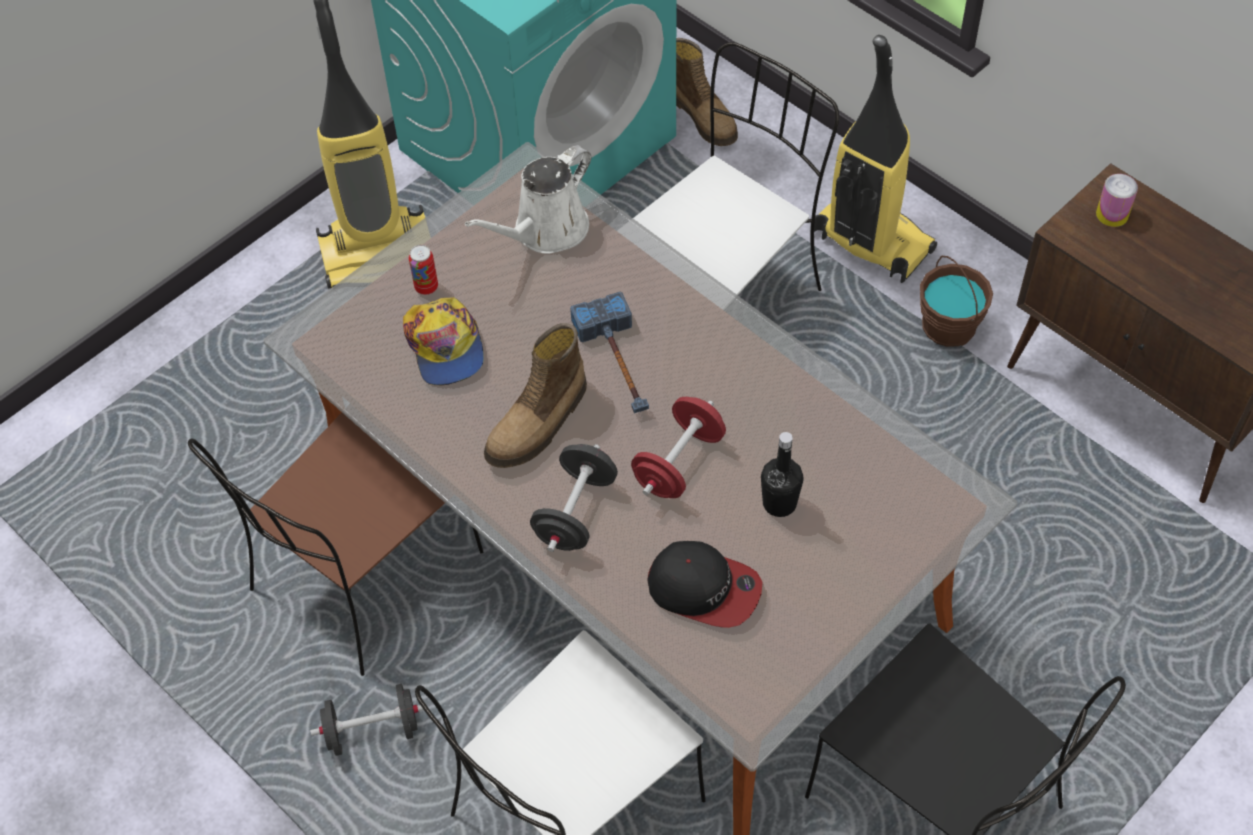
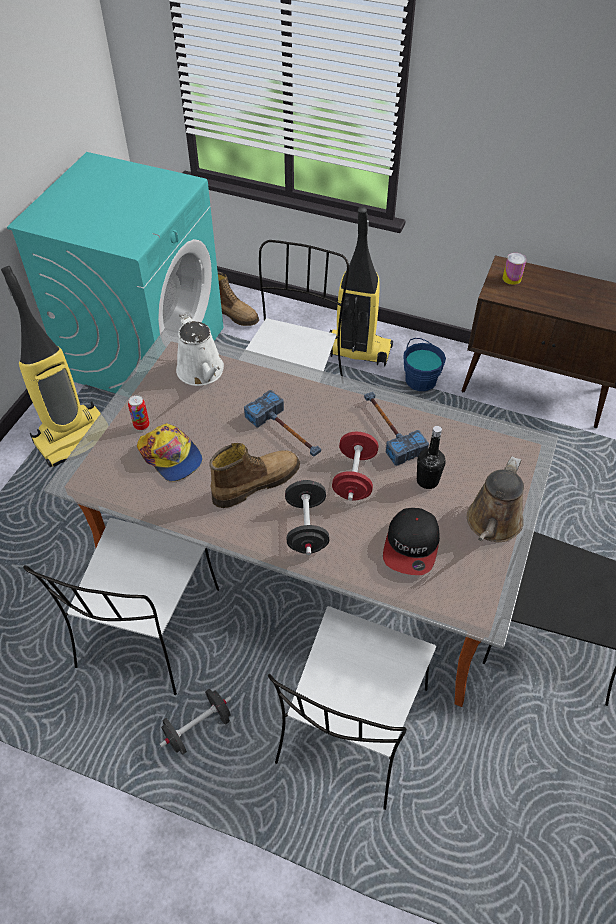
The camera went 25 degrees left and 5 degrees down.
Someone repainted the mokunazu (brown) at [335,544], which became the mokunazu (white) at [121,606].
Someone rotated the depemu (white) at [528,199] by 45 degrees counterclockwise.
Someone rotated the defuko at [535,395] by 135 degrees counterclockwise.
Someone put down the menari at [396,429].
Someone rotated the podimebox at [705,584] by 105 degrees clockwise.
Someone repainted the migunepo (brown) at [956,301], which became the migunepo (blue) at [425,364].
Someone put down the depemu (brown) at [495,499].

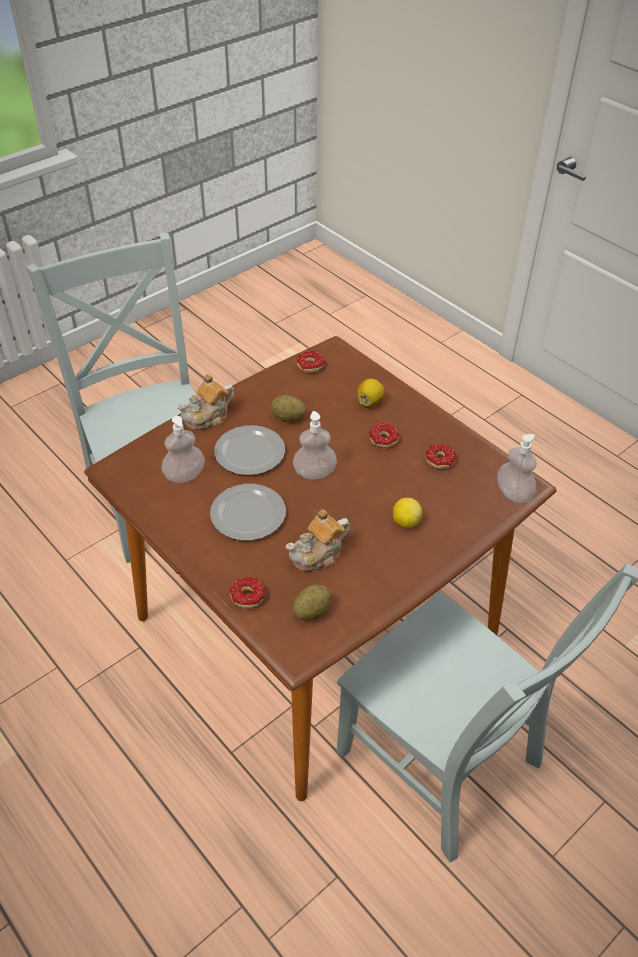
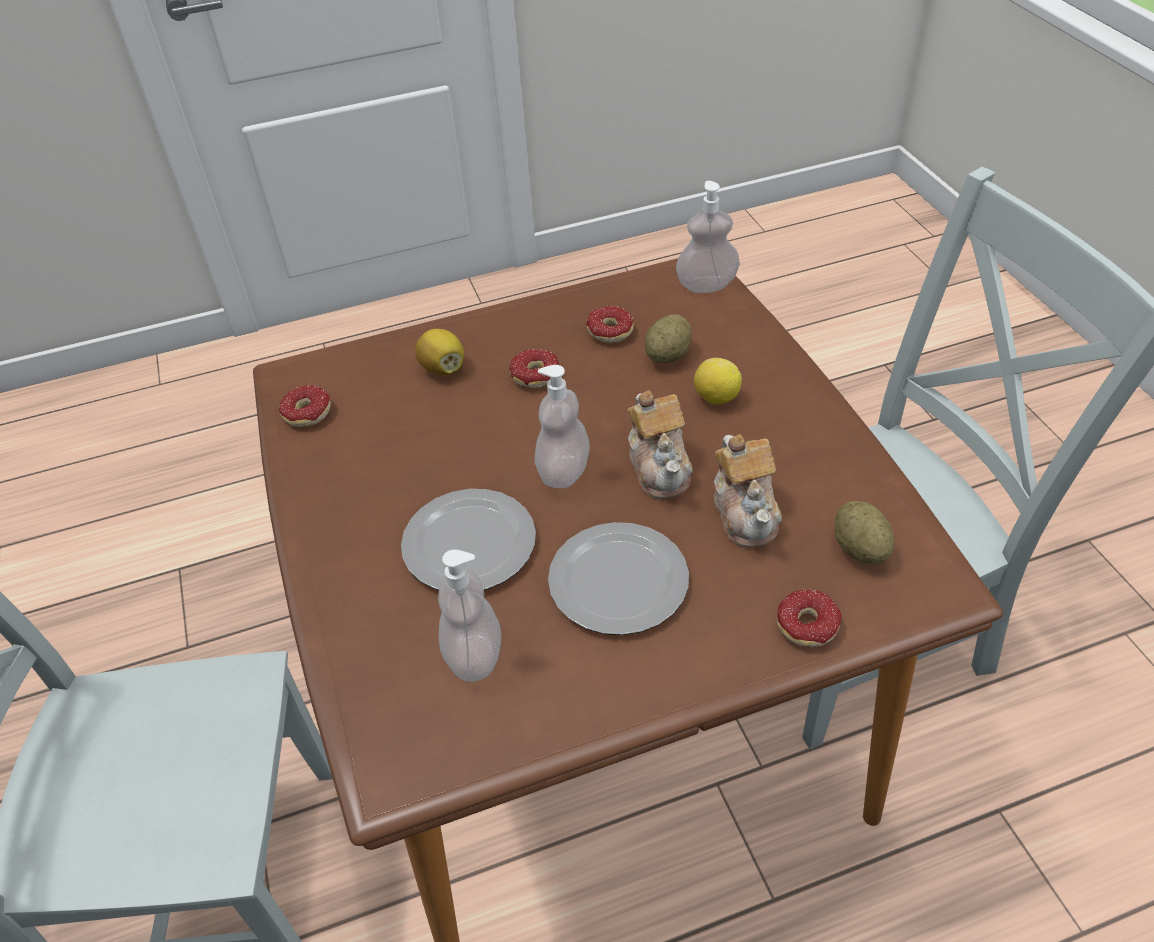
The camera went 65 degrees left and 0 degrees up.
Someone carried the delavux from [205,402] to [660,444].
Someone carried the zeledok from [288,408] to [668,338].

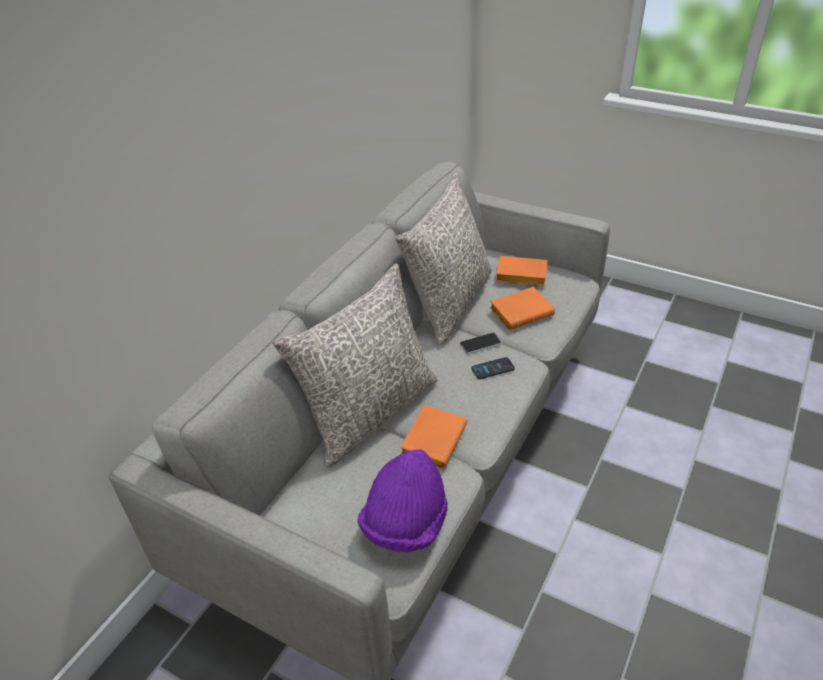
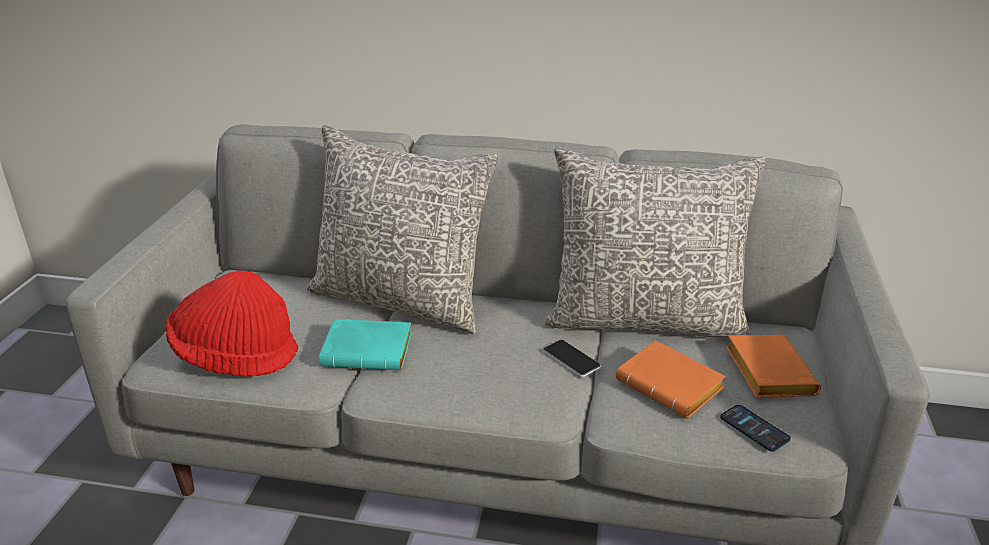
The camera went 70 degrees right and 10 degrees down.
Someone repainted the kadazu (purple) at [402,500], which became the kadazu (red) at [232,323].
Someone repainted the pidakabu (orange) at [433,437], which became the pidakabu (turquoise) at [365,344].
Someone carried the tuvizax from [493,368] to [755,428].

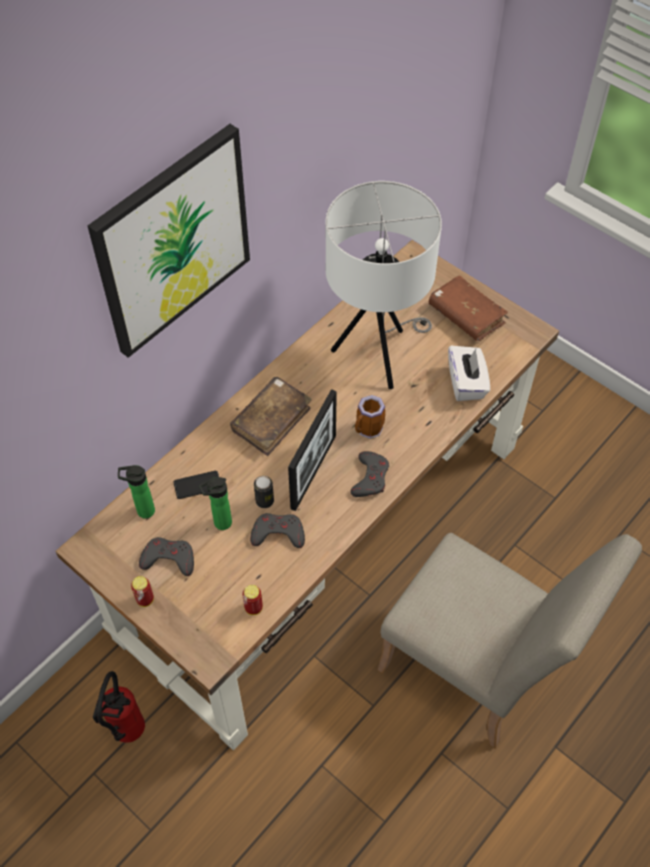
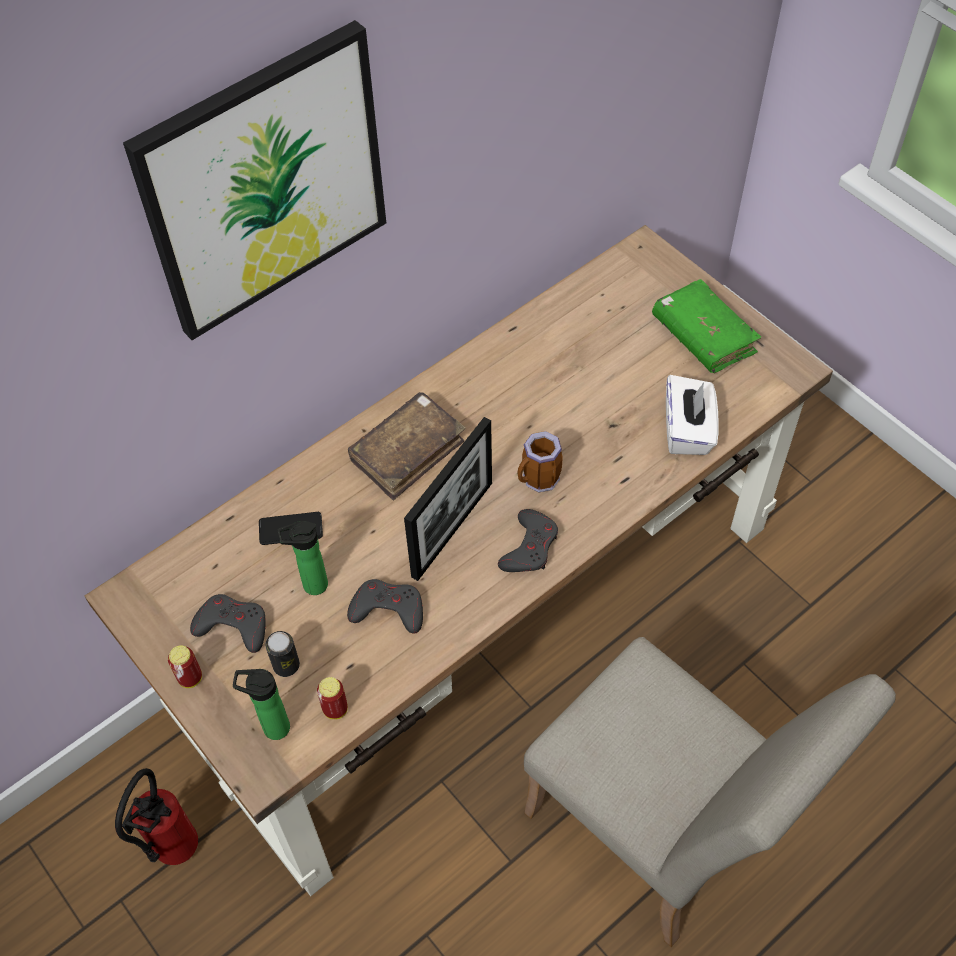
The camera went 10 degrees right and 0 degrees up.
Someone carried the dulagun from [136,492] to [261,704].
Someone carried the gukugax from [264,492] to [282,654].
Someone repainted the pidakabu (brown) at [468,308], which became the pidakabu (green) at [706,326].
Someone took away the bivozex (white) at [384,285].

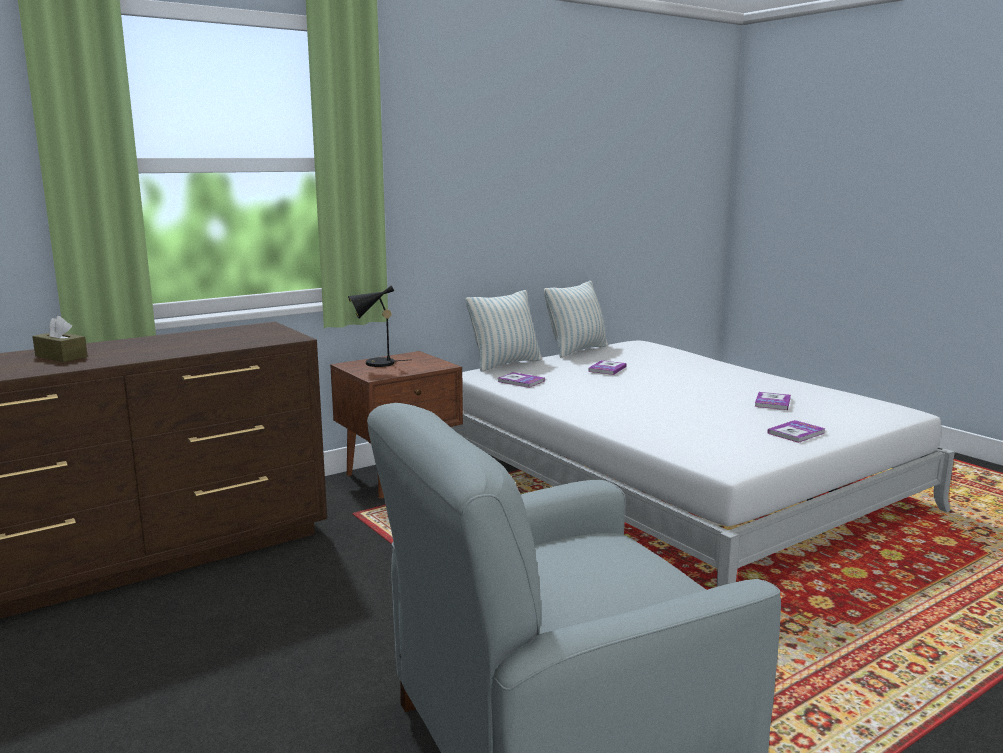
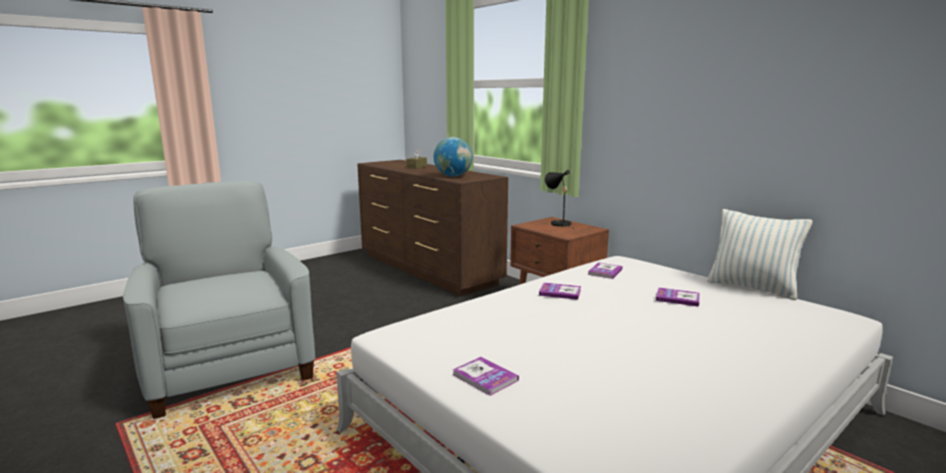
The camera went 85 degrees right and 0 degrees up.
Someone put down the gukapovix at [453,157].
Someone carried the pidakabu from [773,401] to [560,291].
Someone took away the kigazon at [504,331].

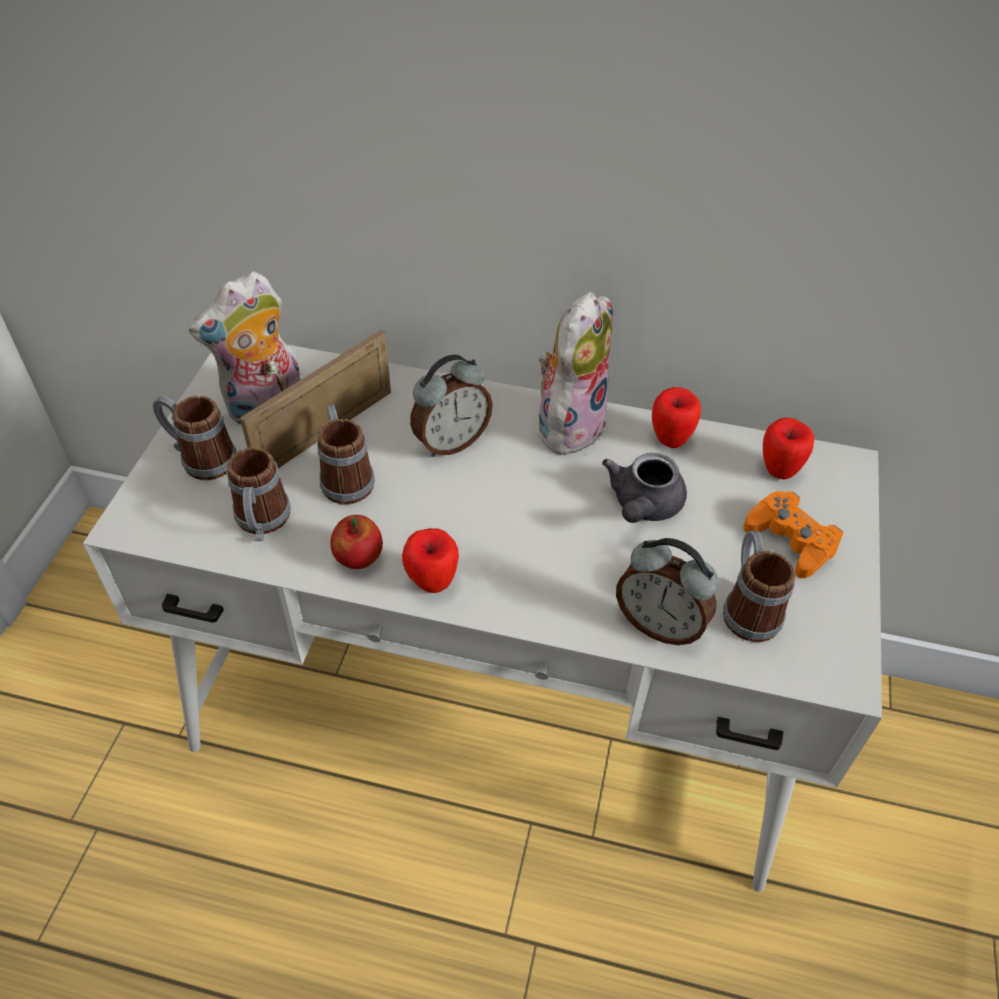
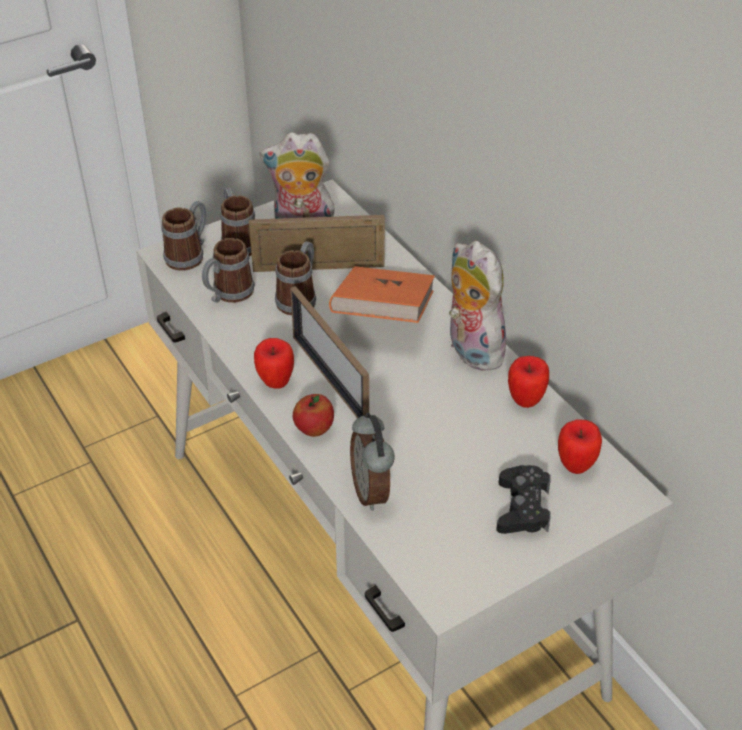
The camera went 45 degrees right and 5 degrees down.
Someone carried the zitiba from [759,586] to [184,236].
Someone put down the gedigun at [329,352].
Someone carried the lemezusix from [356,542] to [313,415].
Someone swapped the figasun at [451,405] for the pidakabu (orange) at [382,294].
Someone rotated the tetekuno at [576,376] by 105 degrees counterclockwise.
Someone repainted the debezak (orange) at [793,534], which became the debezak (black) at [523,499].
Someone took away the delavux (grey) at [644,488].

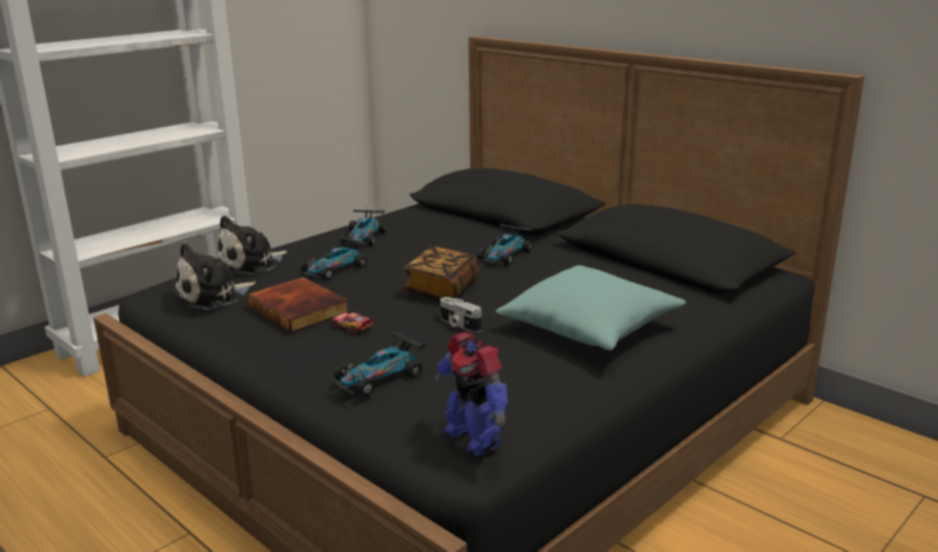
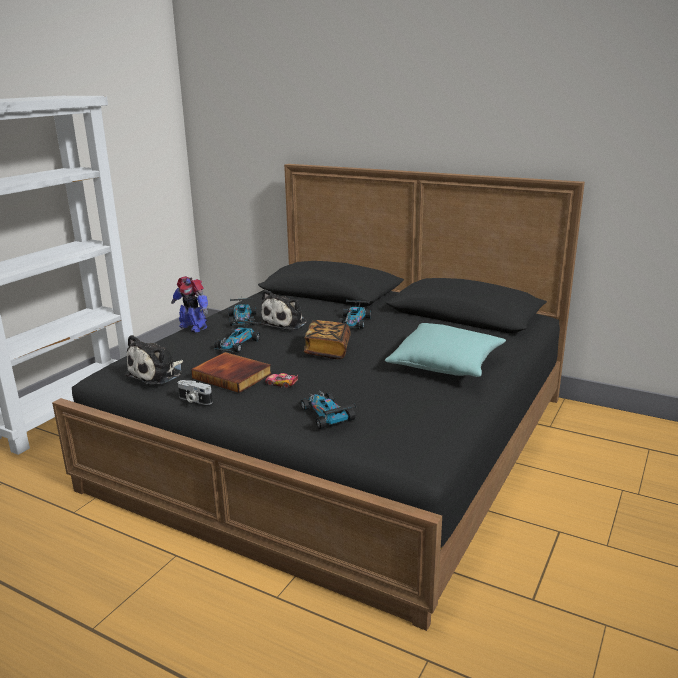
The camera went 15 degrees left and 0 degrees up.
Someone carried the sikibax from [471,394] to [189,304].
Someone carried the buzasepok from [460,315] to [195,392].
Someone carried the tetekuno from [252,245] to [283,310].
Someone rotated the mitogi at [378,363] by 120 degrees clockwise.

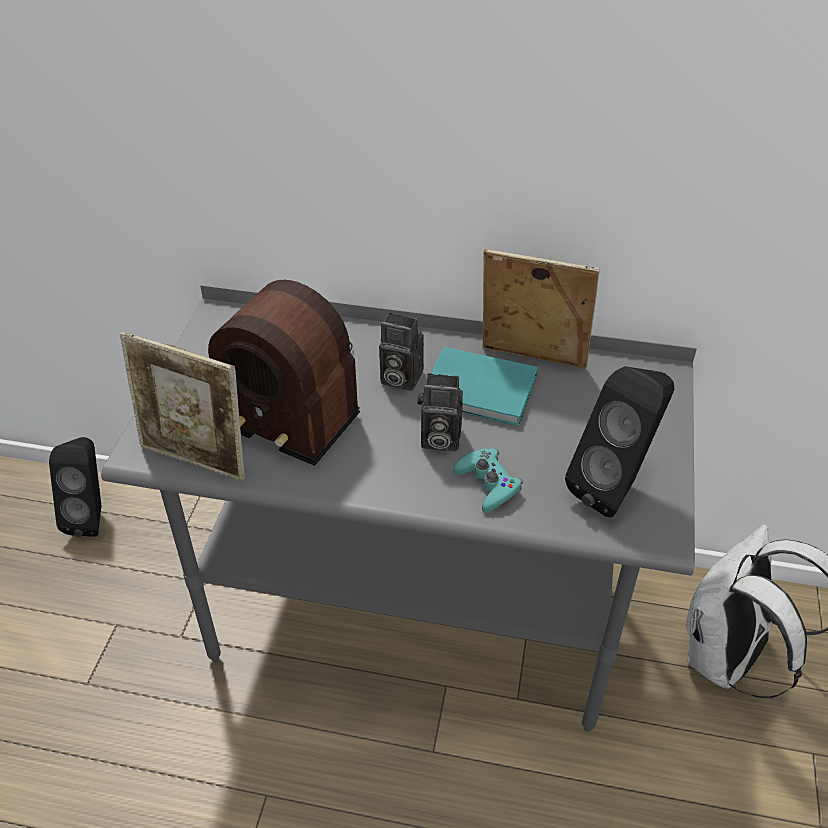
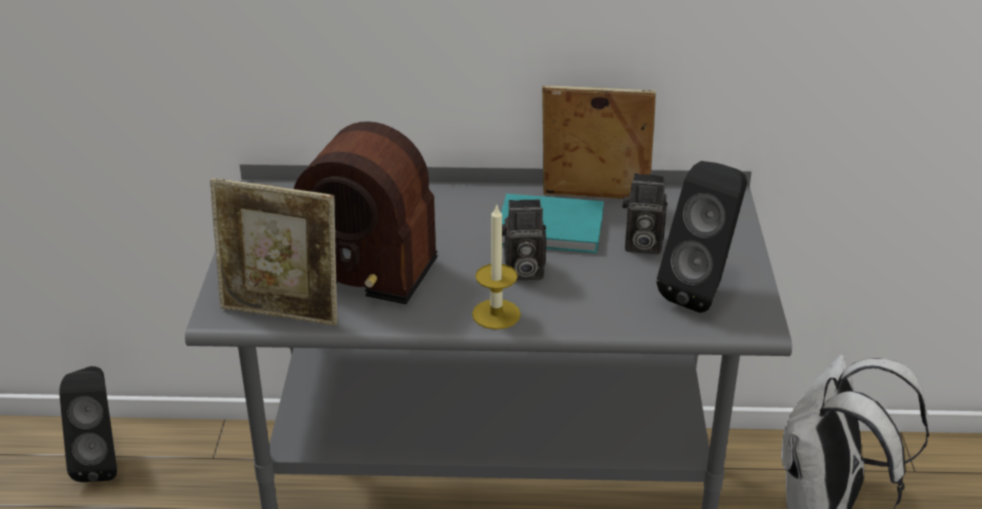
The camera went 10 degrees left and 10 degrees down.
Someone put down the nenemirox at [496,266].
Someone carried the buzasepok from [401,352] to [645,213].
Someone took away the debezak (turquoise) at [488,481].

